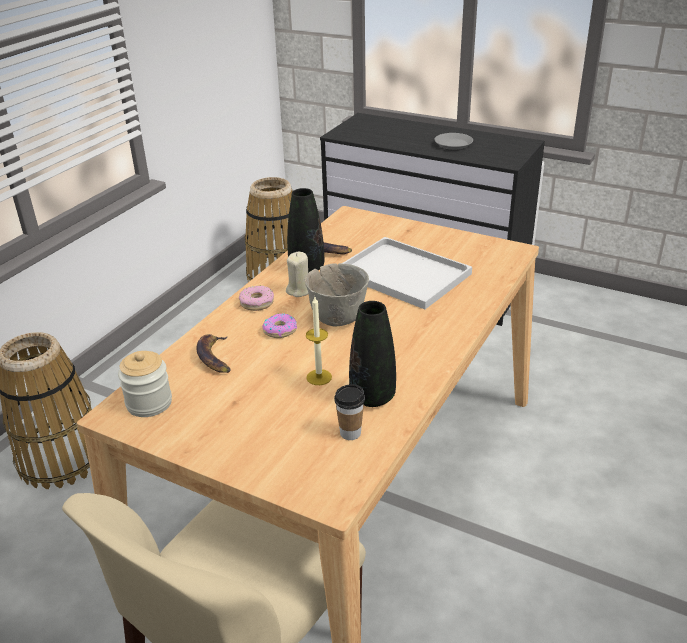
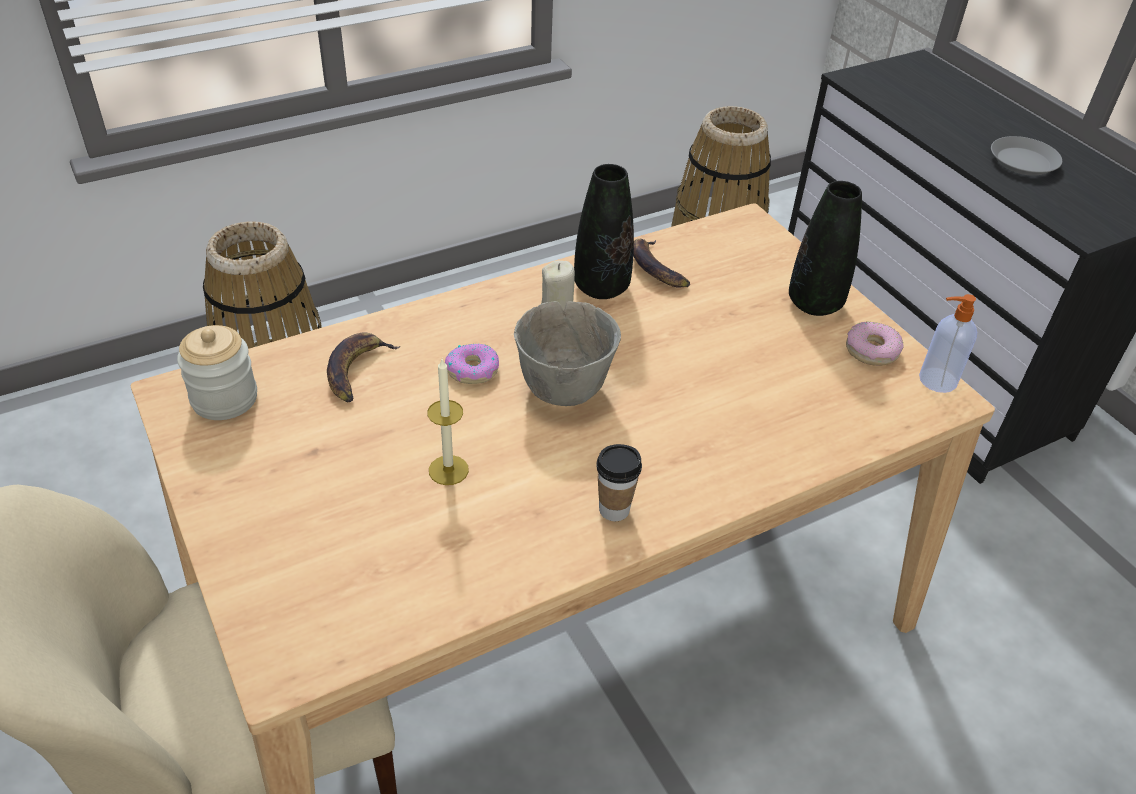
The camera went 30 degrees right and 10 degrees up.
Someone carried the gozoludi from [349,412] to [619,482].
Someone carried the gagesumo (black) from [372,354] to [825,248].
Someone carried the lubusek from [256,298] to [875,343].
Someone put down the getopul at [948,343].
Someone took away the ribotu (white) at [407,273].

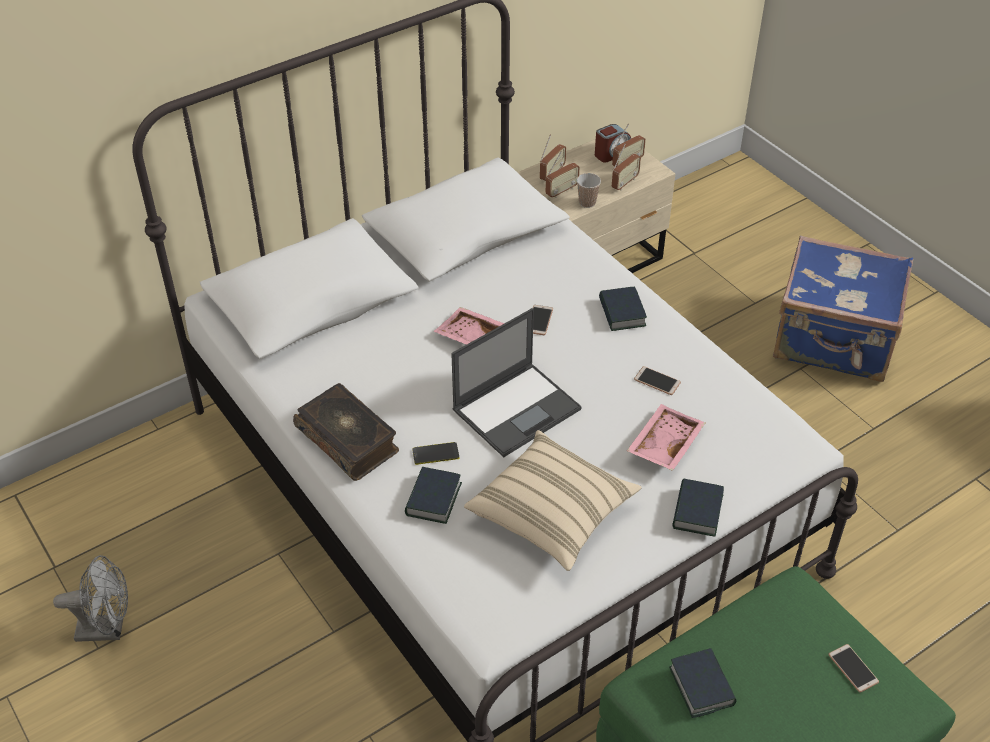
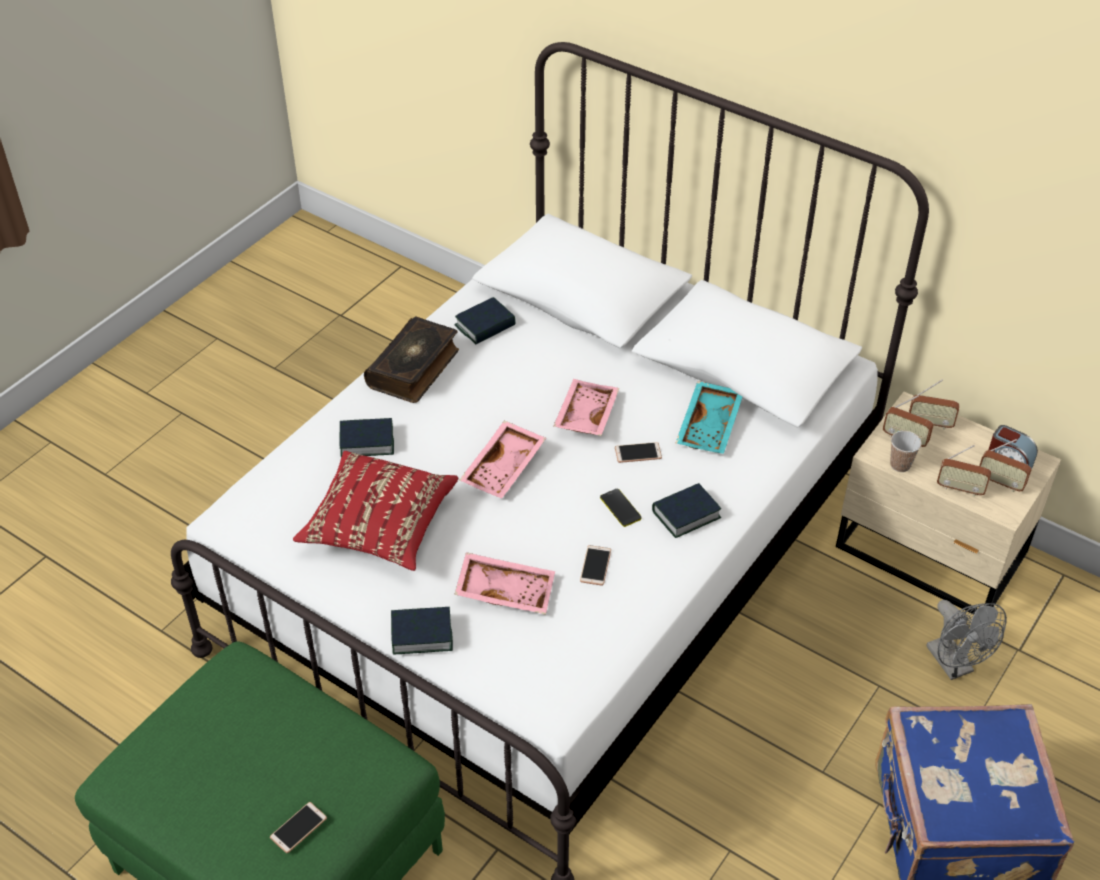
The camera went 70 degrees right and 0 degrees up.
Someone repainted the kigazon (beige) at [553,500], which became the kigazon (red) at [375,511].
Someone carried the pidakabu from [703,683] to [485,320].
Someone swapped the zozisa at [516,382] for the ribotu (pink) at [503,459].
Someone carried the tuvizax from [435,453] to [621,508].
Someone put down the ribotu (turquoise) at [709,417].
Someone carried the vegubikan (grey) from [90,598] to [966,640].

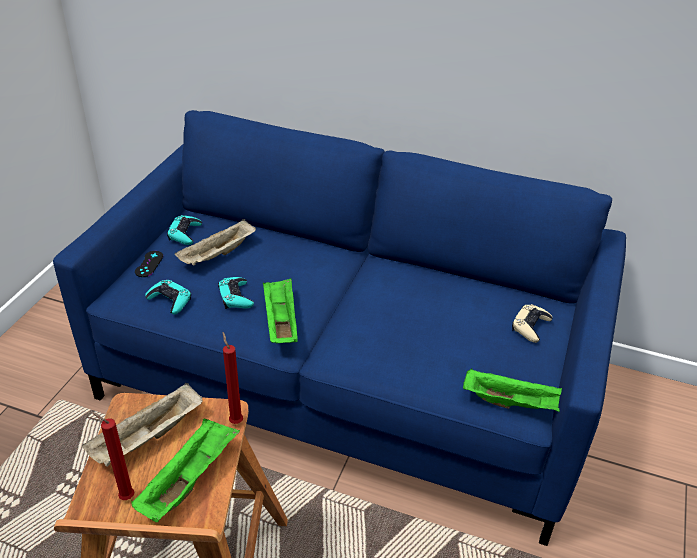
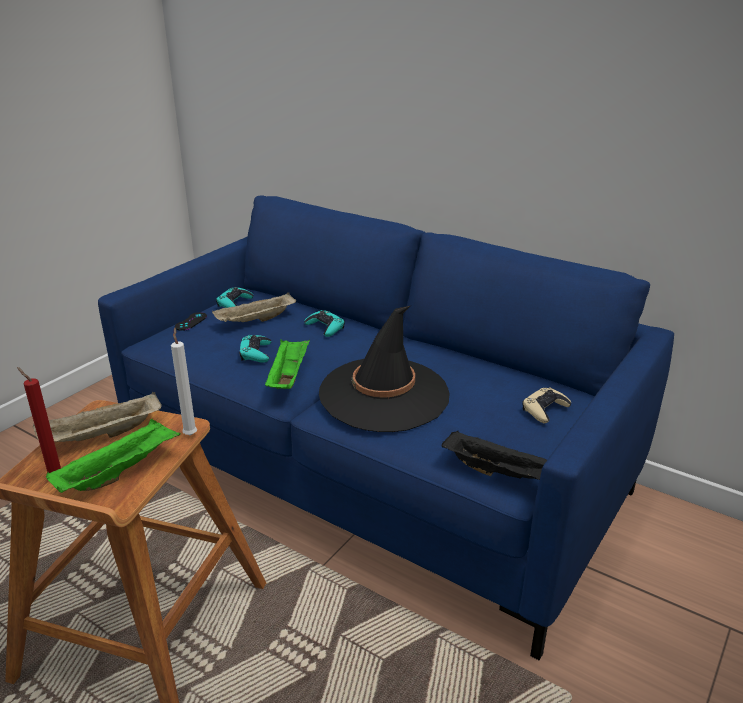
The camera went 15 degrees right and 10 degrees down.
Someone repainted the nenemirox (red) at [233,378], which became the nenemirox (white) at [184,382].
Someone carried the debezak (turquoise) from [168,297] to [324,323].
Someone put down the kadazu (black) at [384,369].
Someone repainted the ribotu (green) at [513,390], which became the ribotu (black) at [494,455].

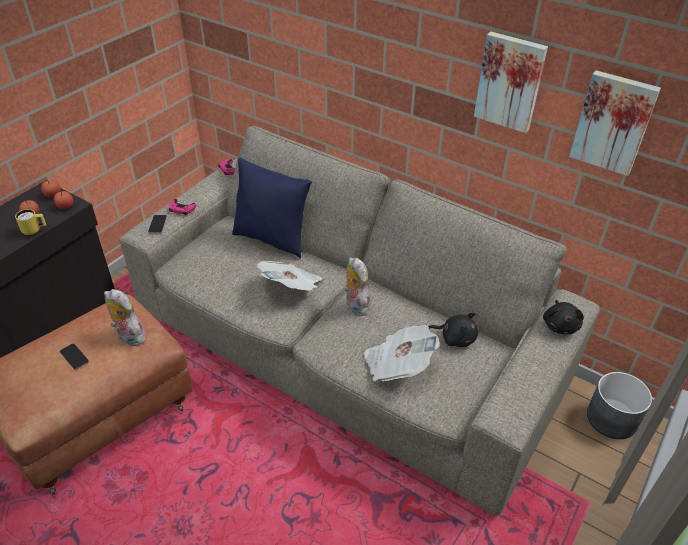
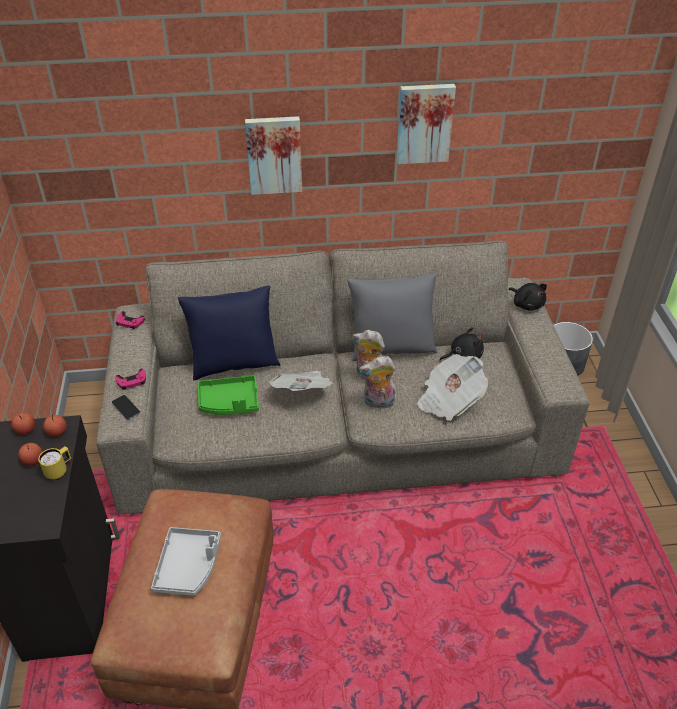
The camera went 40 degrees left and 0 degrees up.
Someone swapped the tuvizax at [74,357] for the ribotu (grey) at [186,561].
Someone put down the ribotu (green) at [228,395].
Someone carried the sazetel from [615,123] to [273,155].
Someone put down the kigazon (grey) at [392,317].
Someone carried the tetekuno from [124,317] to [377,382].

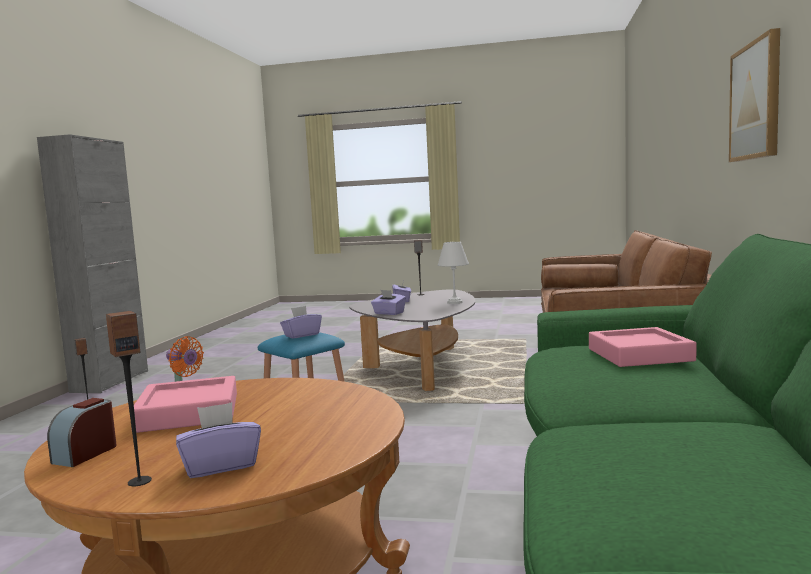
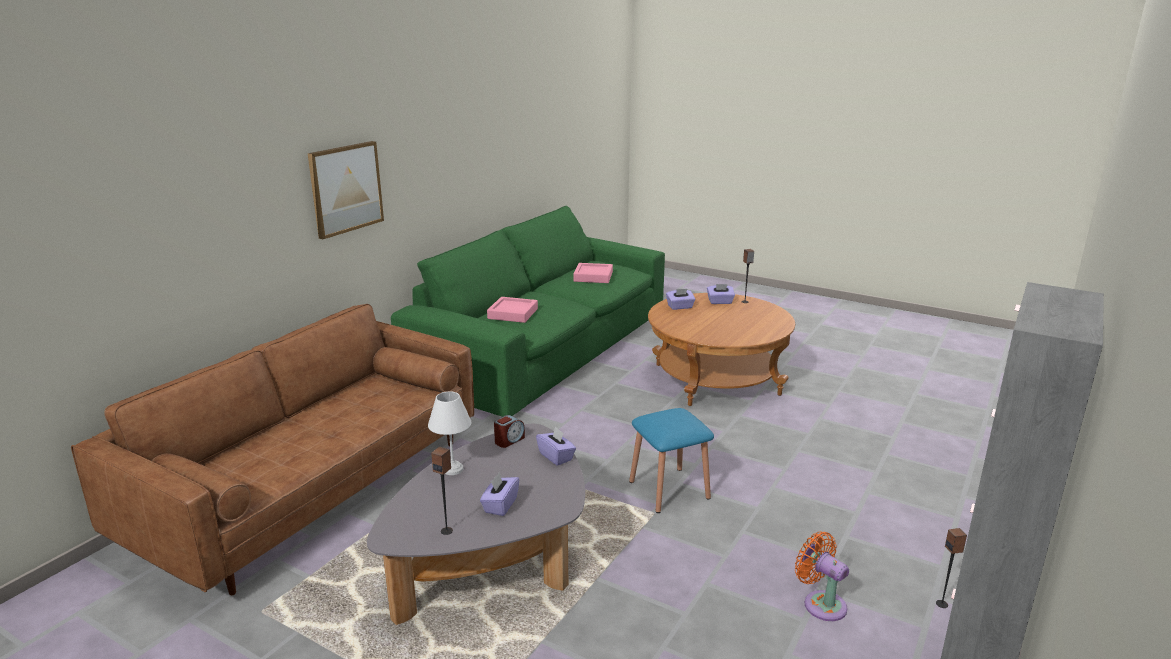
The camera went 160 degrees left and 15 degrees up.
Someone carried the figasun from [81,432] to [509,431].
Someone carried the ribotu (pink) from [184,404] to [593,273].
Someone carried the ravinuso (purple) from [301,322] to [680,299].

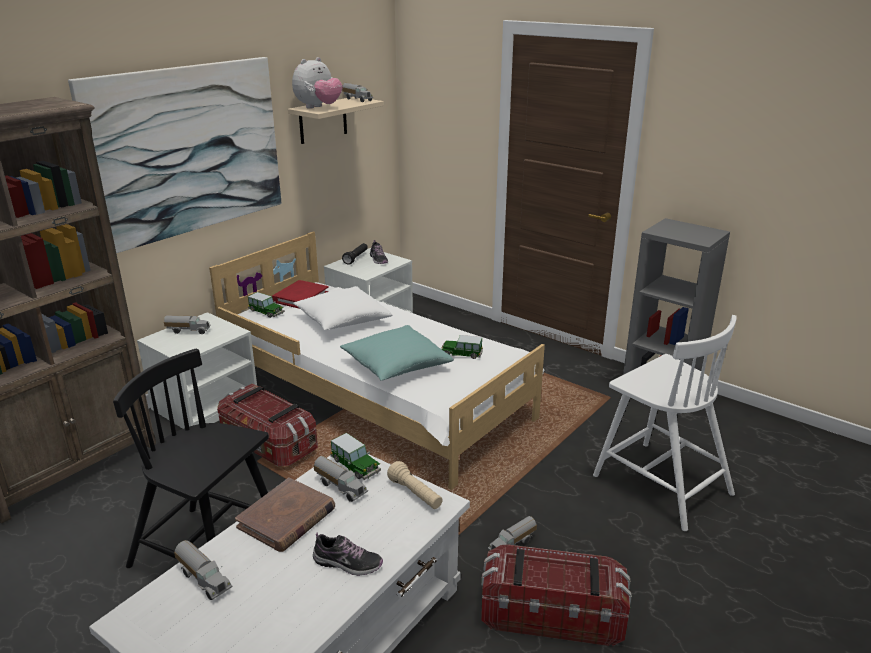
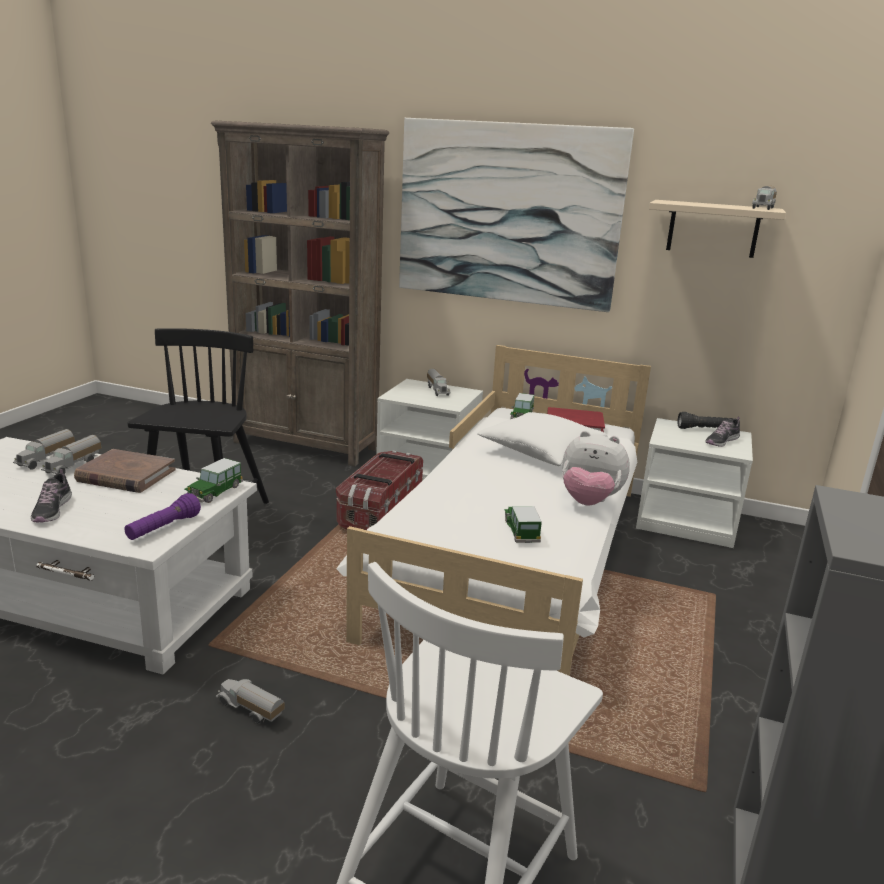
The camera went 70 degrees right and 5 degrees down.
Someone carried the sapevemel from [341,479] to [71,454].
Someone repainted the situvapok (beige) at [415,485], which became the situvapok (purple) at [163,516].
Someone carried the tetekuno from [317,83] to [596,468].
Someone took away the kigazon (turquoise) at [397,353].
Someone took away the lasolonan at [556,596].

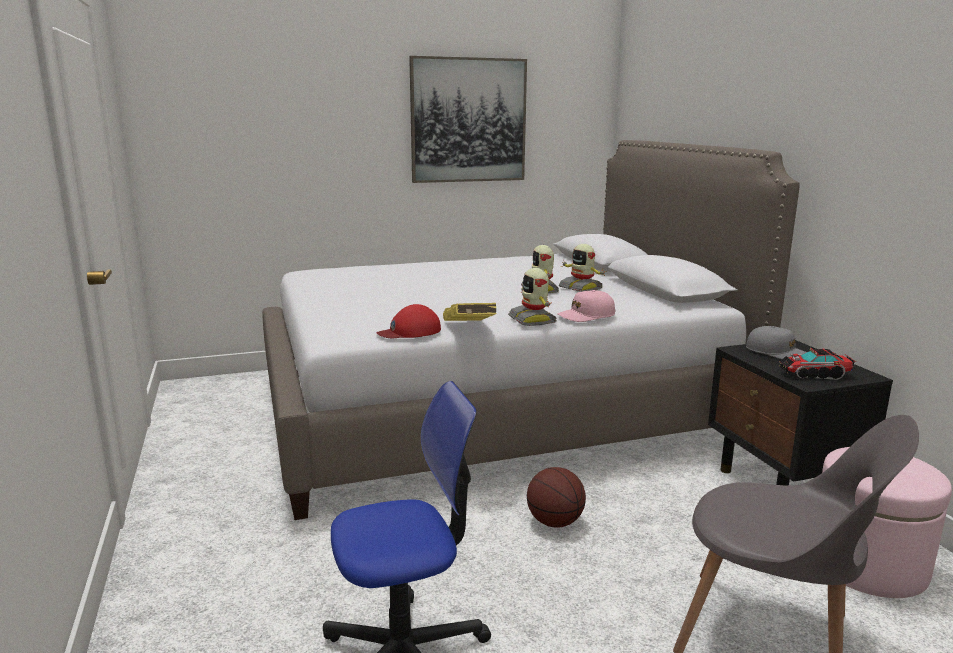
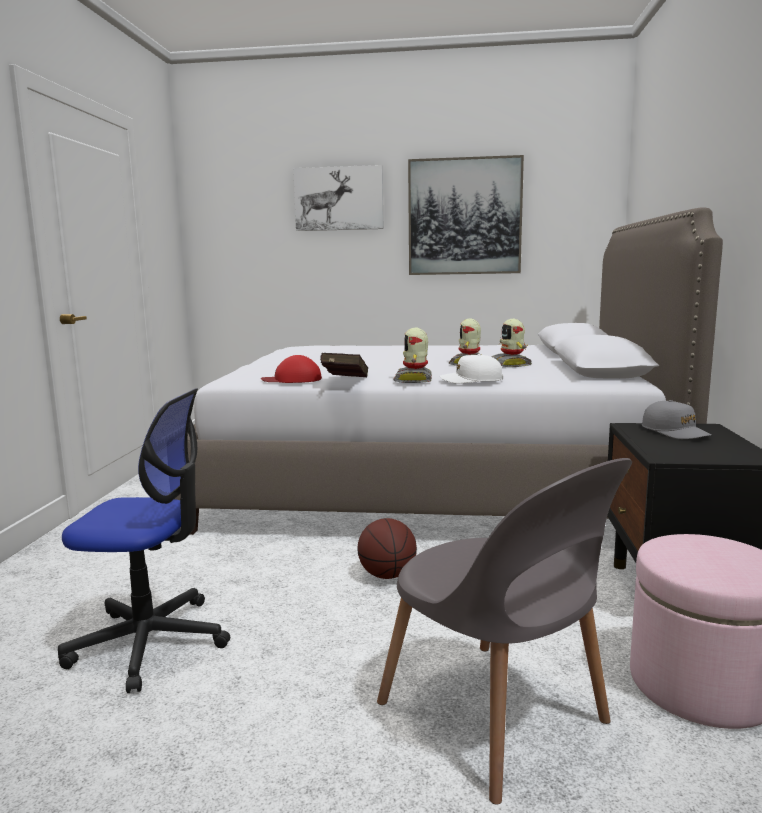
The camera went 25 degrees right and 5 degrees down.
Someone put up the sazetel at [338,198].
Someone repainted the pidakabu (yellow) at [470,312], which became the pidakabu (red) at [344,365].
Someone repainted the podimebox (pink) at [586,306], which became the podimebox (white) at [471,369].
Someone took away the sapevemel at [817,364].

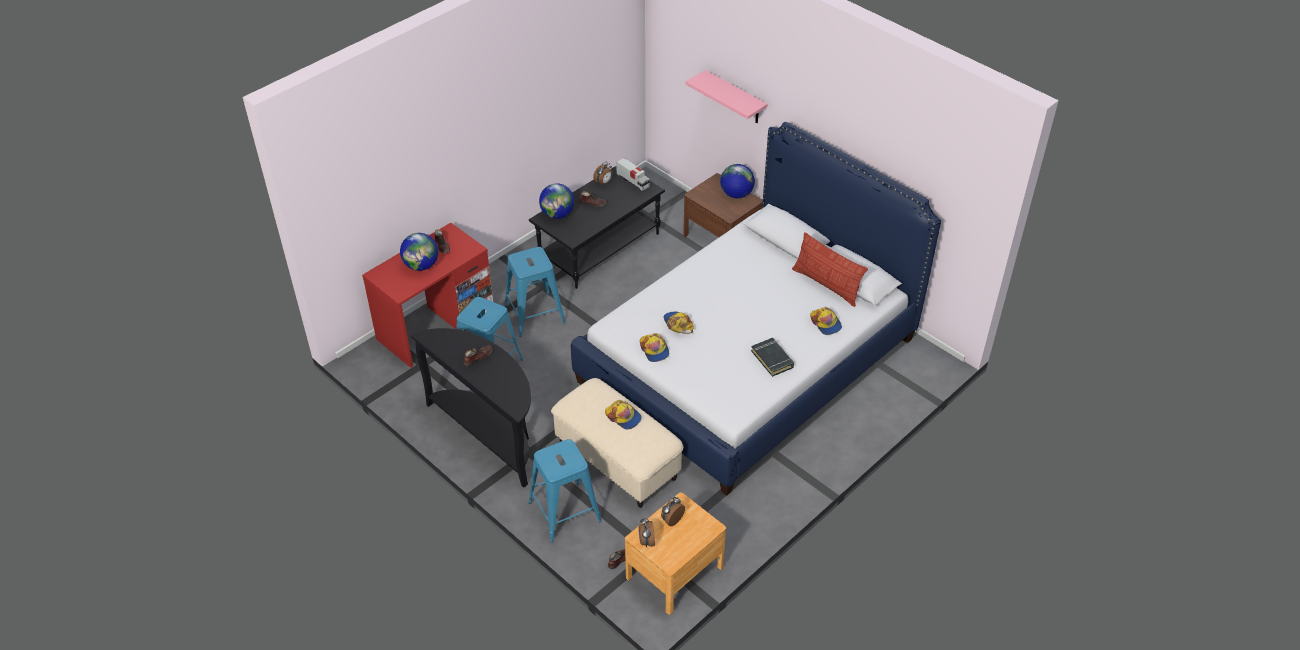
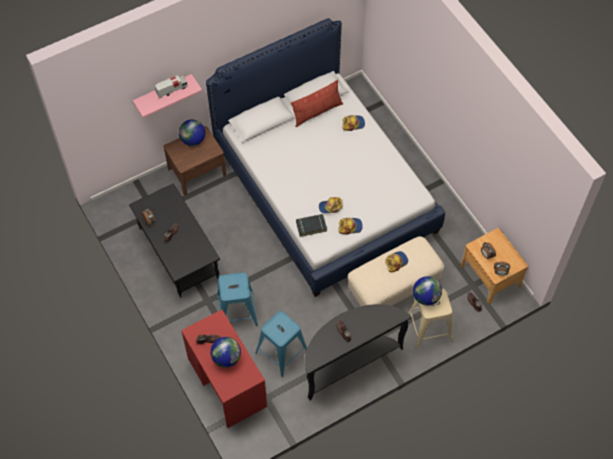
The camera went 75 degrees left and 15 degrees up.
Someone carried the sapevemel from [633,174] to [171,87].
Someone carried the pidakabu (black) from [772,357] to [311,225].
Someone repainted the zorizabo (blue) at [565,490], which became the zorizabo (beige) at [430,318].
Someone carried the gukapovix from [556,201] to [427,291].

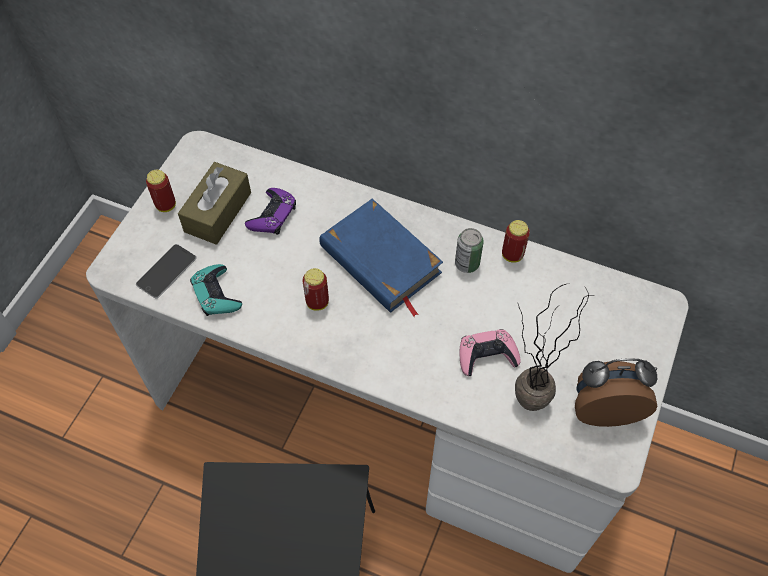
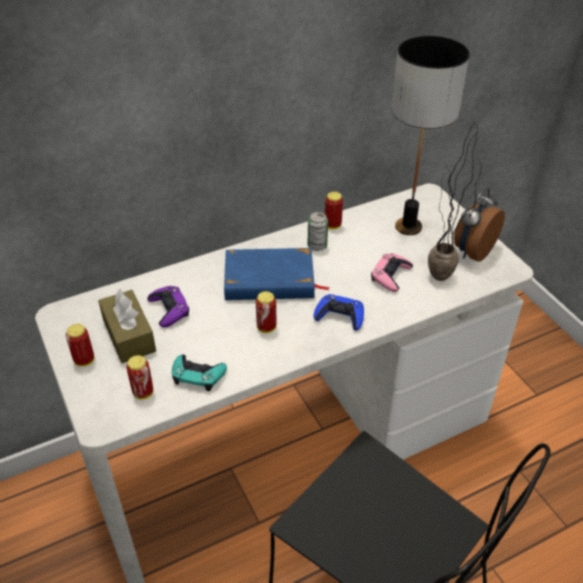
The camera went 50 degrees left and 15 degrees down.
Someone swapped the tuvizax at [166,271] for the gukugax at [139,377].
Someone put down the debezak (blue) at [339,312].
Someone put down the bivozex at [431,135].

